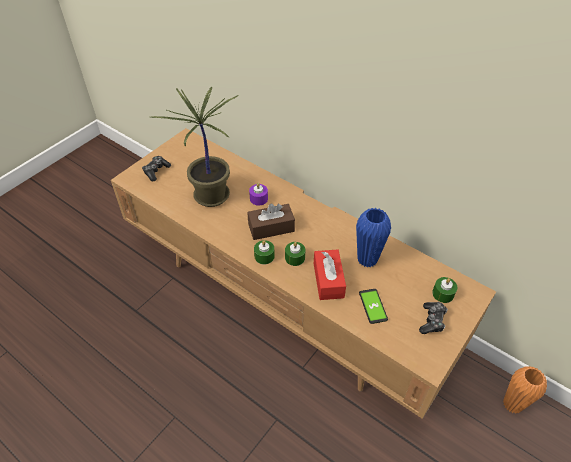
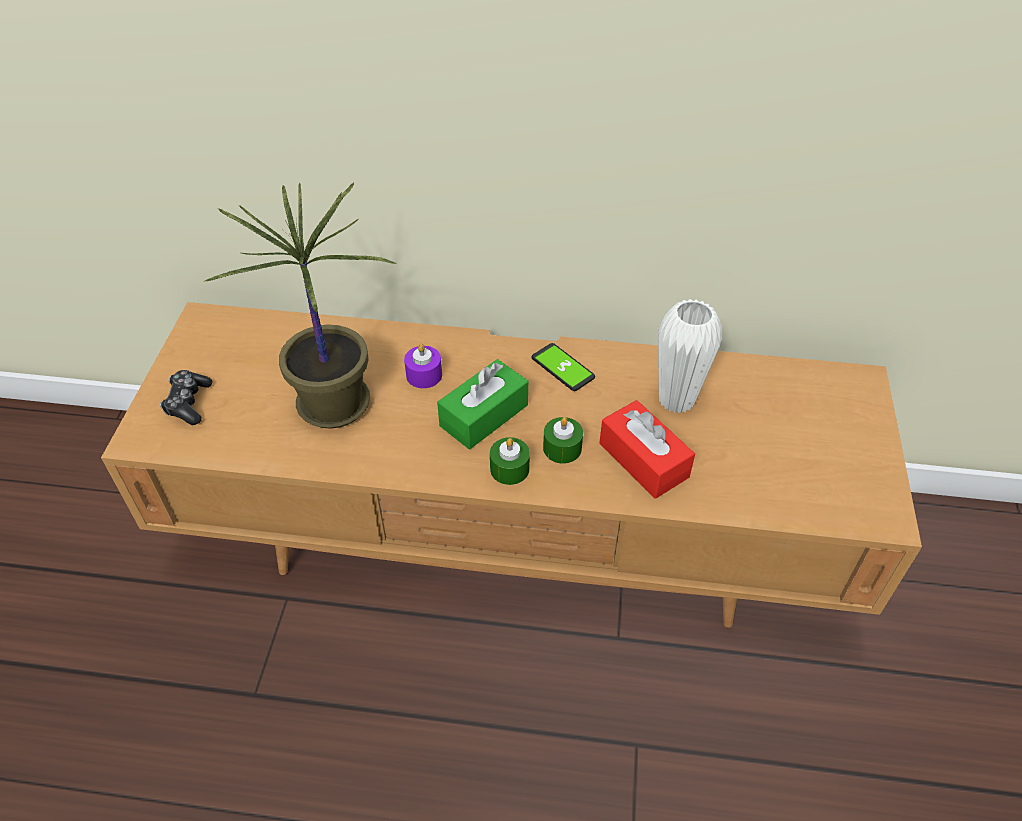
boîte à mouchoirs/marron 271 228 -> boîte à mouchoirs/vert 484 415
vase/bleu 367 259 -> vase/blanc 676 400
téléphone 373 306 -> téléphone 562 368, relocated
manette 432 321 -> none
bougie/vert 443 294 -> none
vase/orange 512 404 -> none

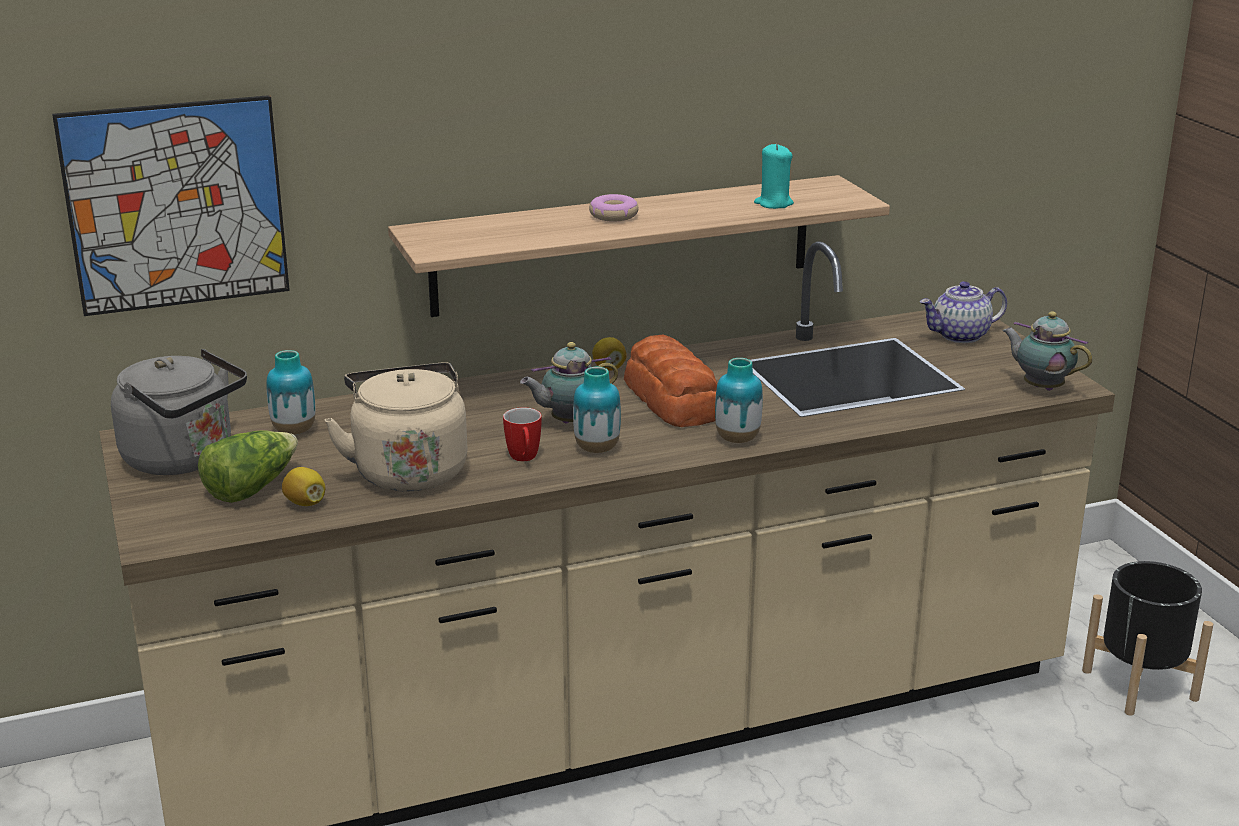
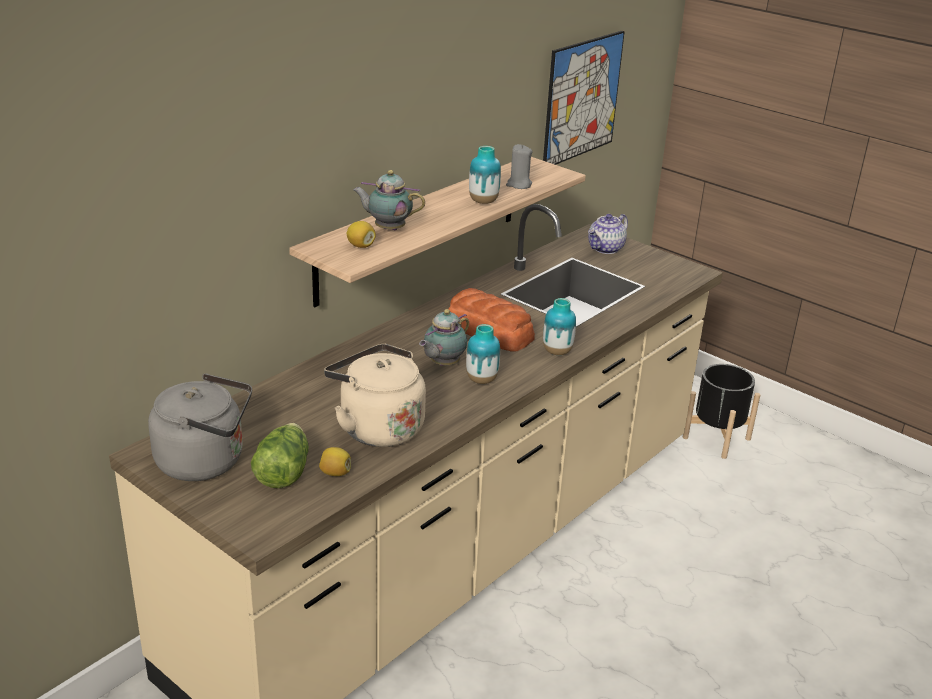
tableau 176 205 -> tableau 582 98, relocated
vase 294 431 -> vase 483 201, relocated
mug 524 459 -> none
beignet 613 215 -> none
citron 609 368 -> citron 361 246, relocated
bougie/turquoise 773 204 -> bougie/gris 518 185
théière 1040 387 -> théière 388 229, relocated

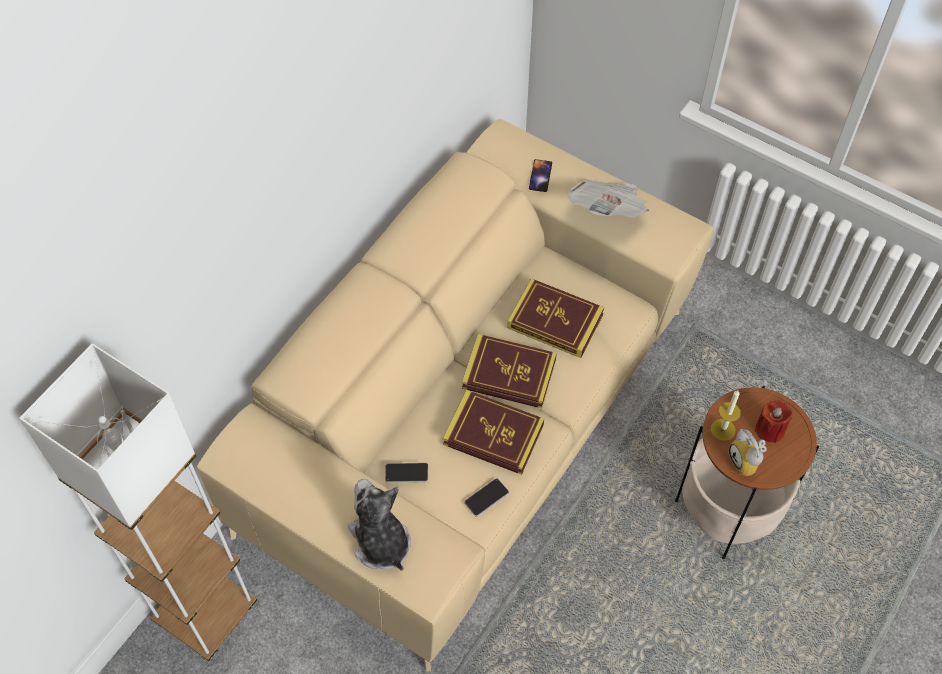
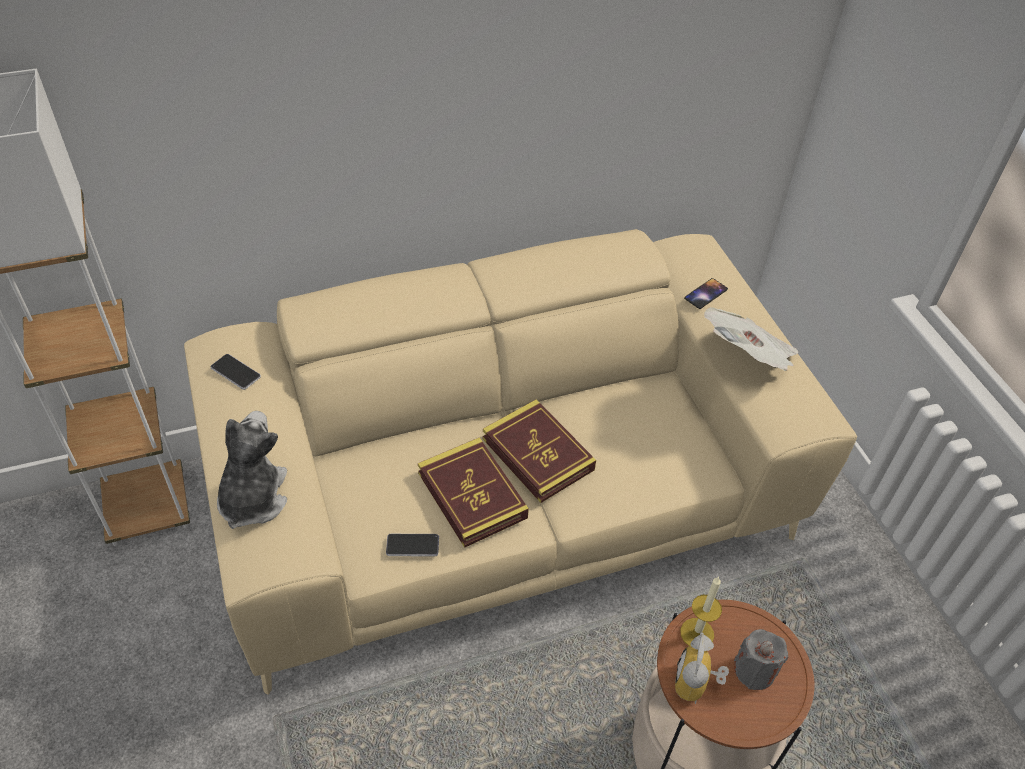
téléphone 406 473 -> téléphone 235 372, relocated
livre 555 321 -> none
bougie/rouge 770 429 -> bougie/gris 754 670

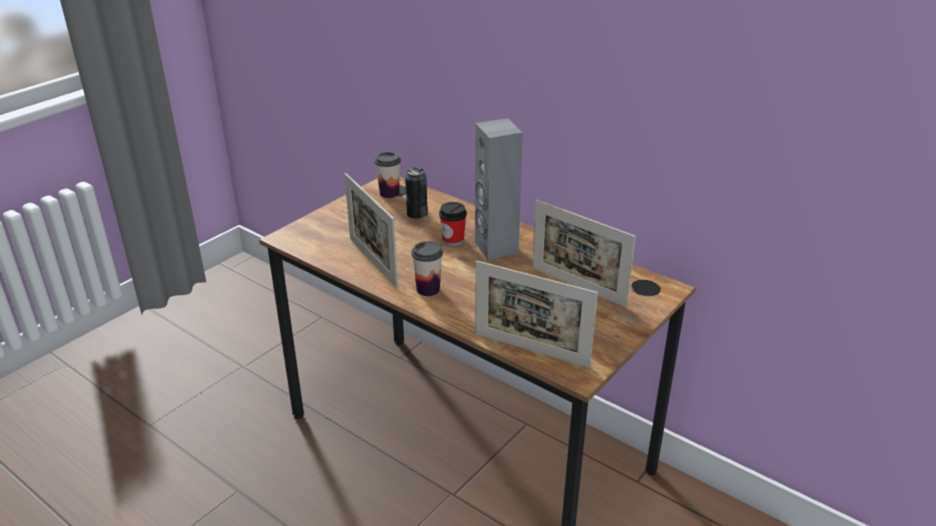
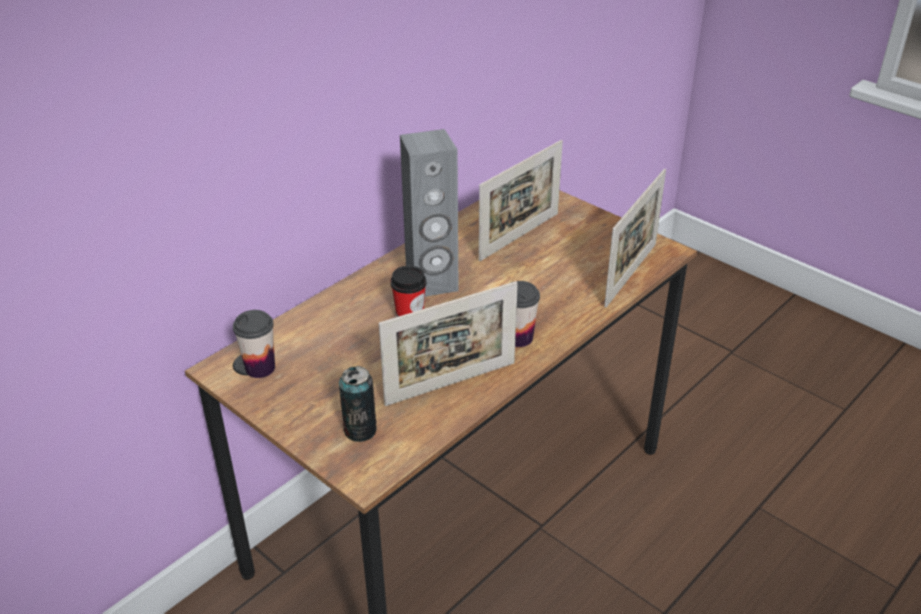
boîte métallique 417 214 -> boîte métallique 360 430, relocated

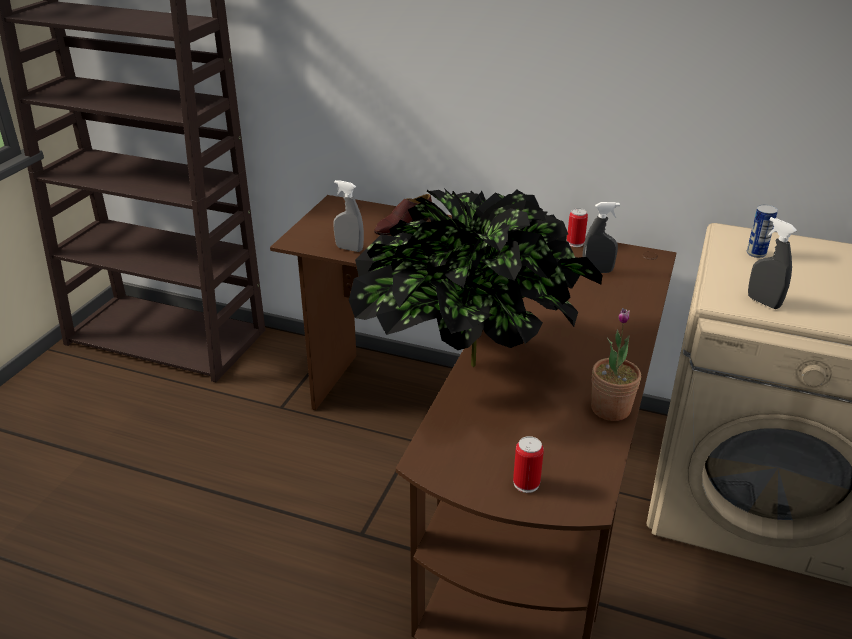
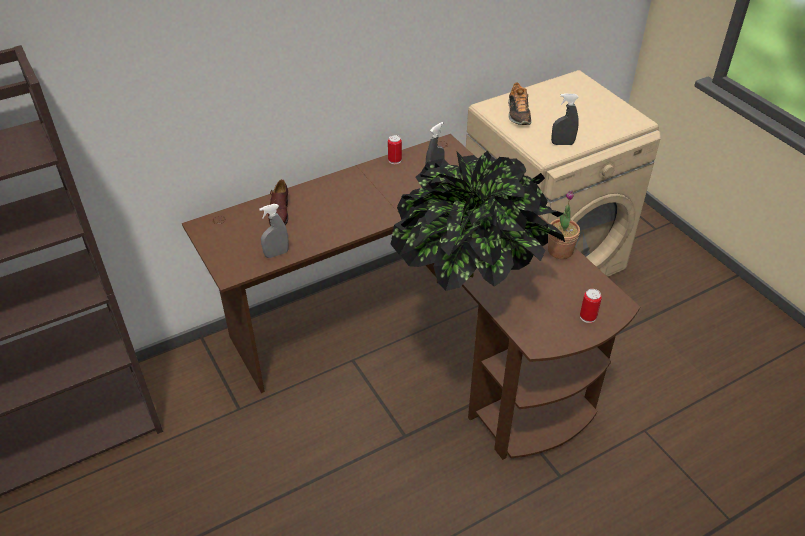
boîte métallique 756 253 -> chaussure 518 114

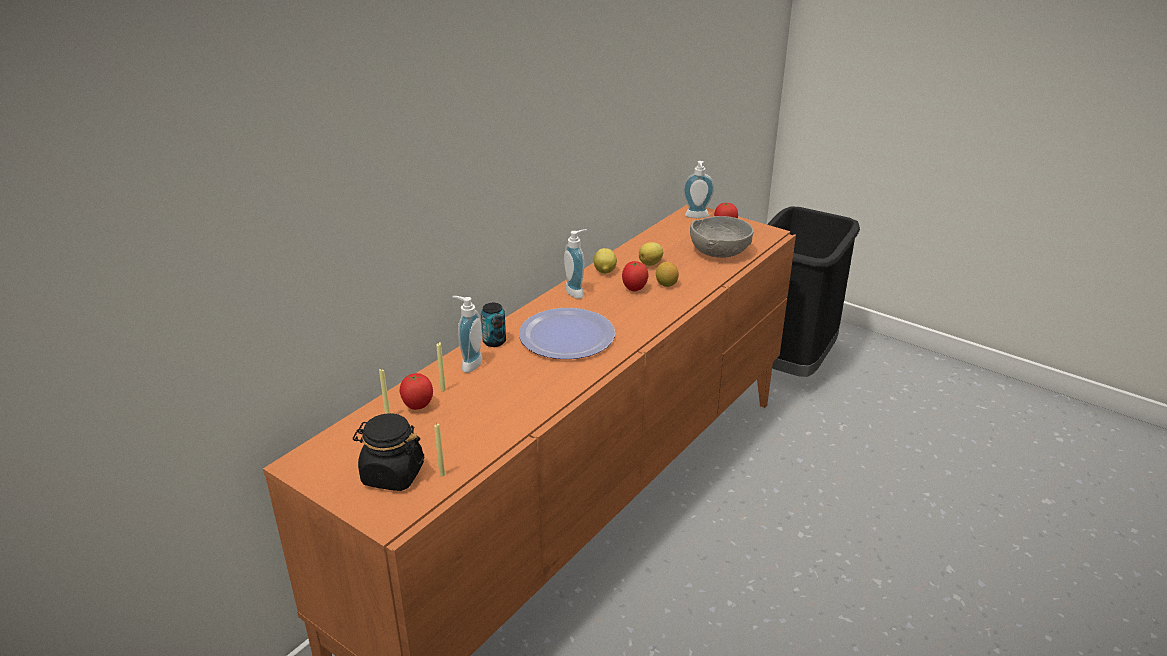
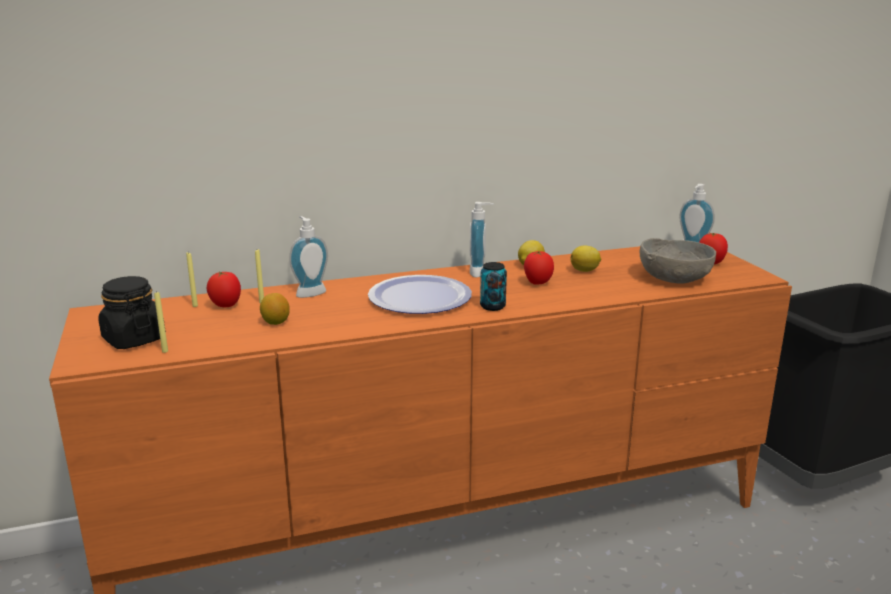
boîte métallique 494 341 -> boîte métallique 492 306, relocated
citron 666 284 -> citron 275 322, relocated

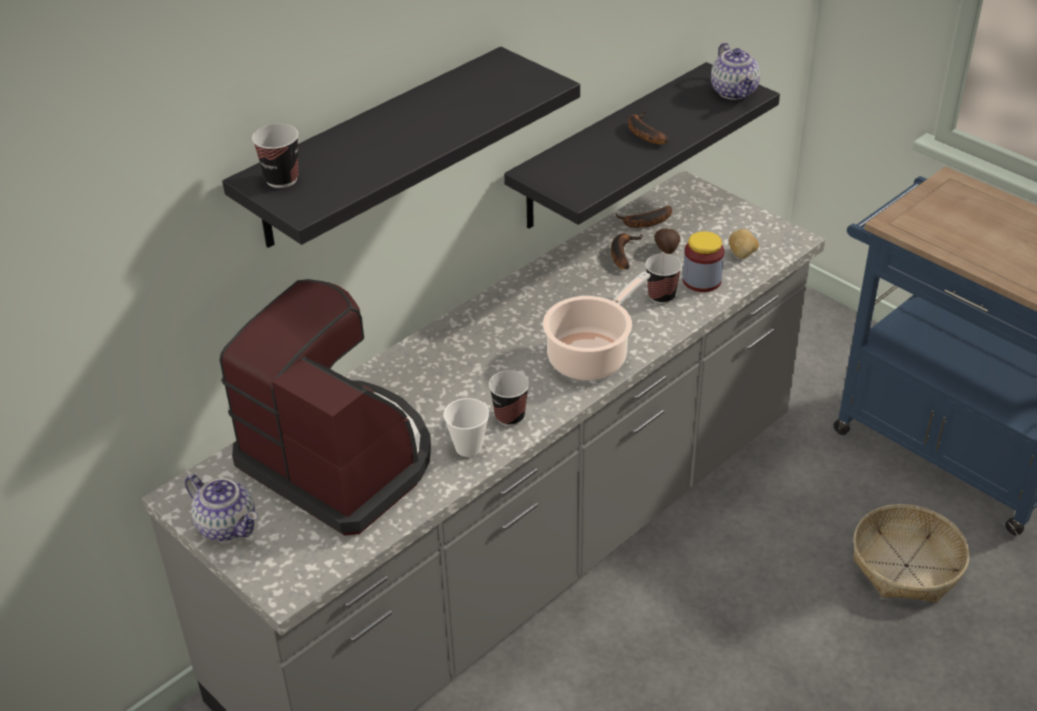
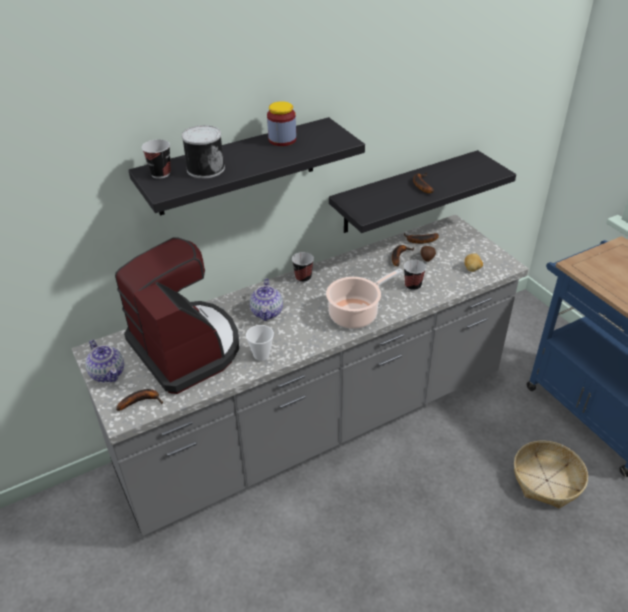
tasse 510 417 -> tasse 303 278, relocated
bocal 701 280 -> bocal 282 140, relocated
théière 734 92 -> théière 267 312, relocated
none -> banane 141 401
none -> boîte métallique 205 168

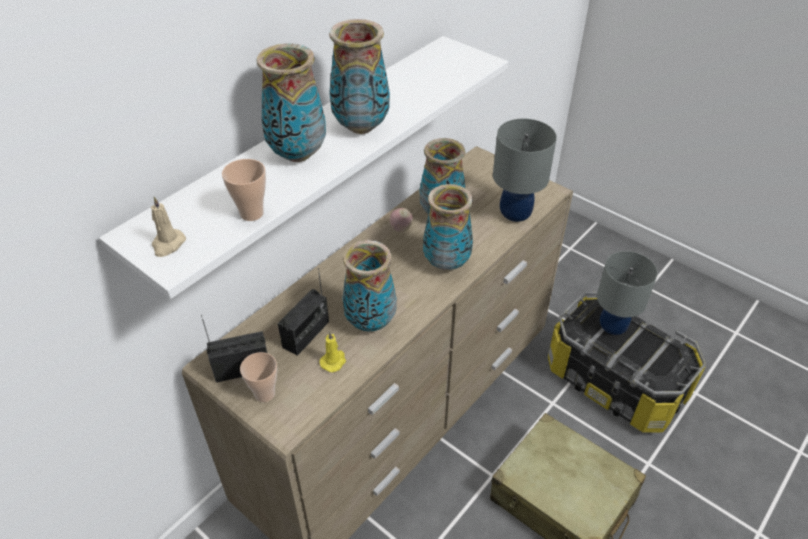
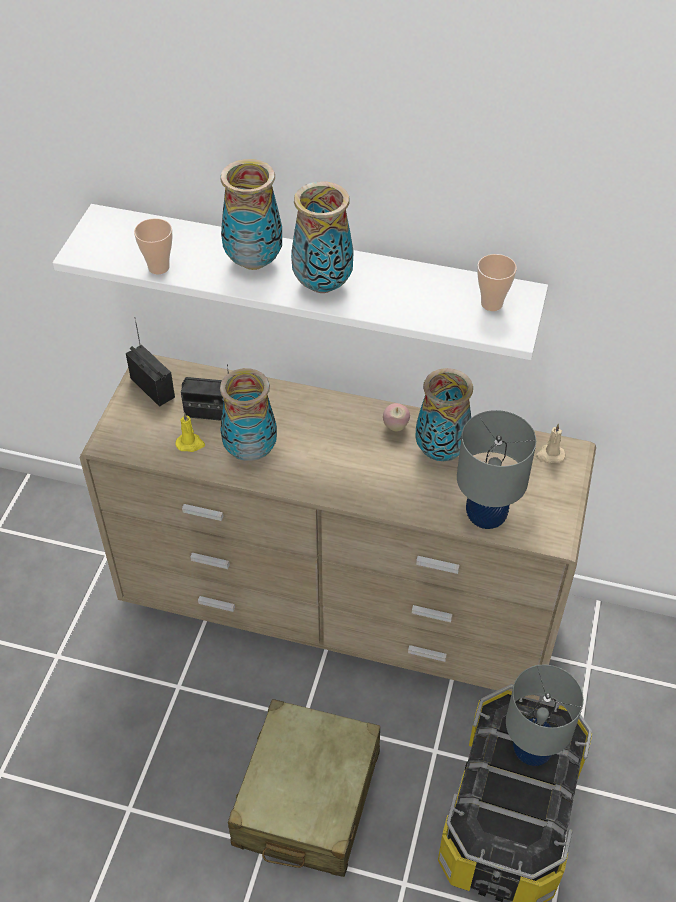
bougie/beige 168 244 -> bougie/beige 550 455, relocated
tasse 264 394 -> tasse 491 304, relocated
vase 446 263 -> none

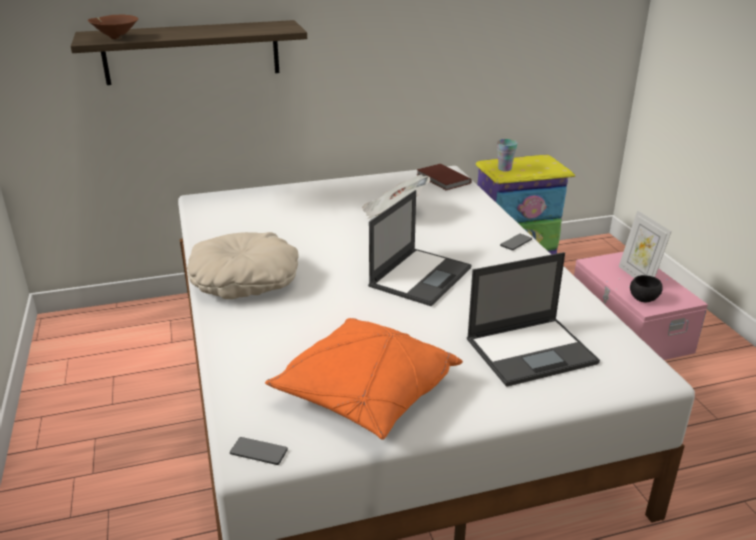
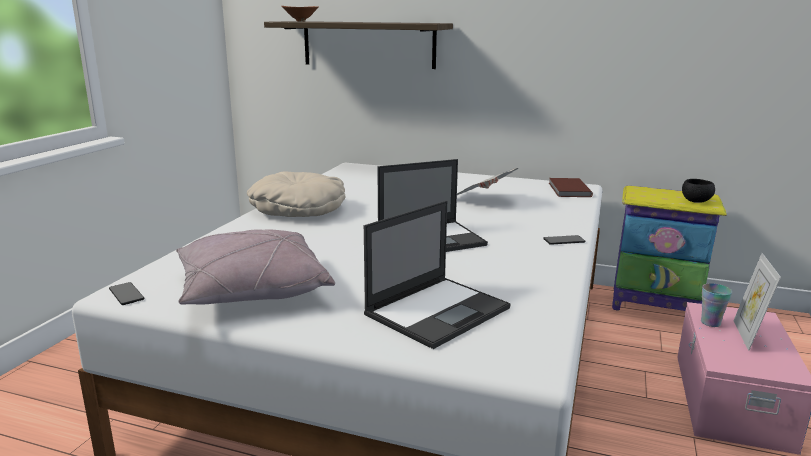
coussin/orange 365 394 -> coussin/violet 252 290
ordinateur portable 532 351 -> ordinateur portable 438 310, 60 degrees counterclockwise
tasse 504 169 -> tasse 710 323, relocated
bol/noir 643 299 -> bol/noir 696 201, relocated

